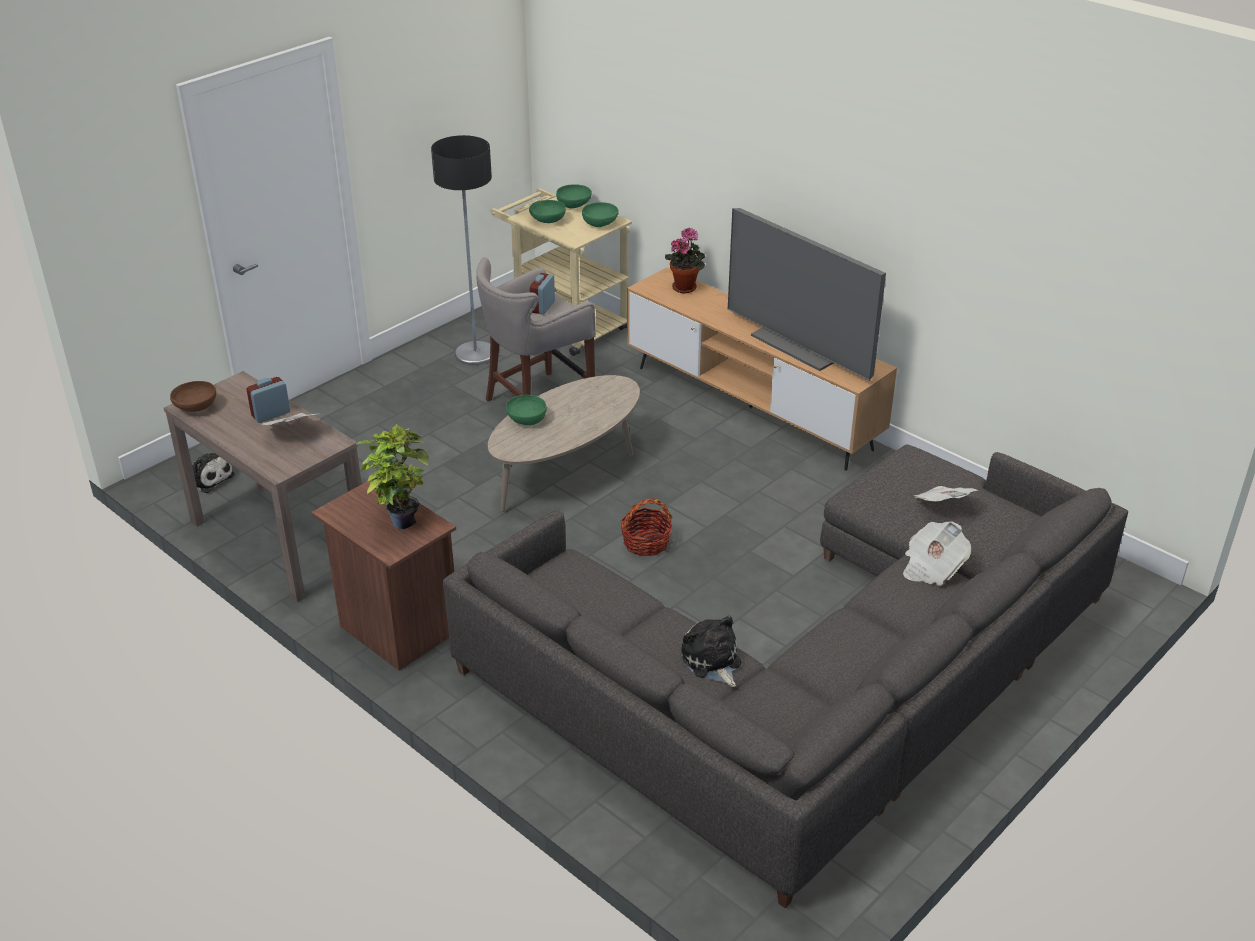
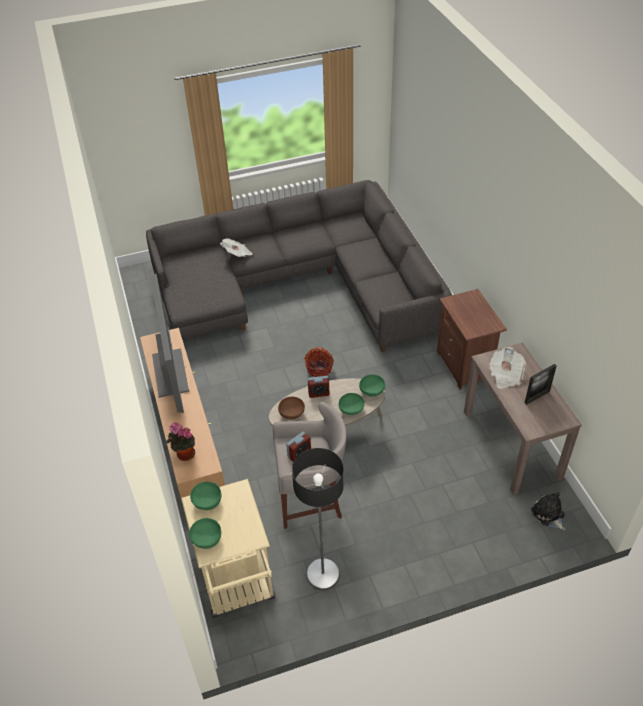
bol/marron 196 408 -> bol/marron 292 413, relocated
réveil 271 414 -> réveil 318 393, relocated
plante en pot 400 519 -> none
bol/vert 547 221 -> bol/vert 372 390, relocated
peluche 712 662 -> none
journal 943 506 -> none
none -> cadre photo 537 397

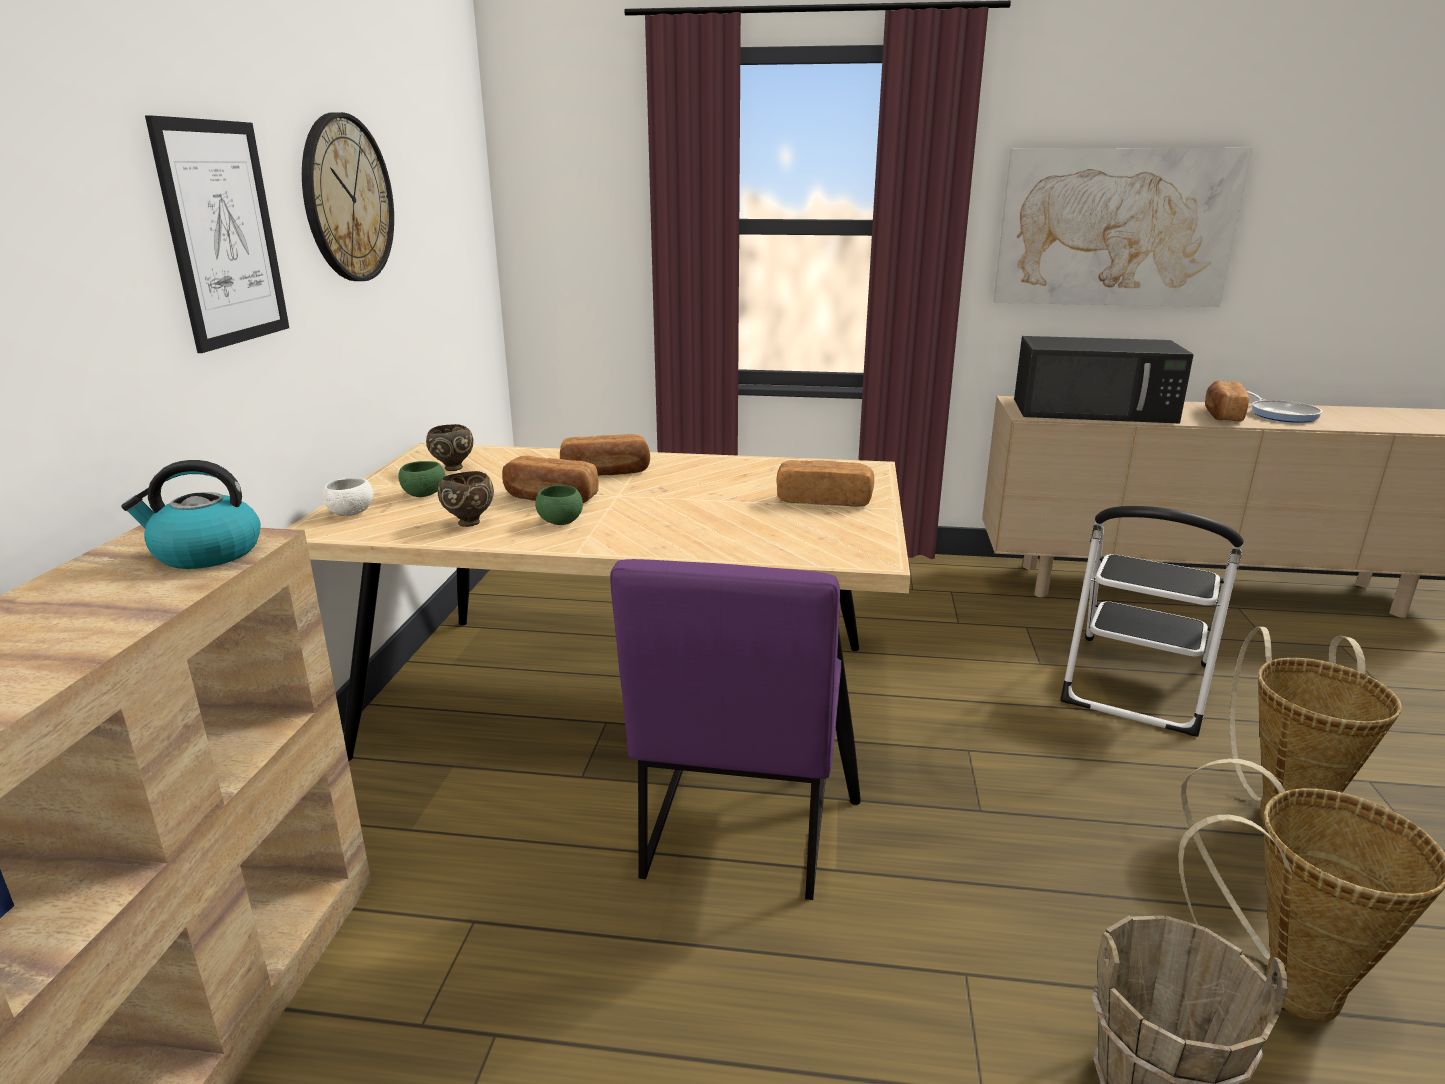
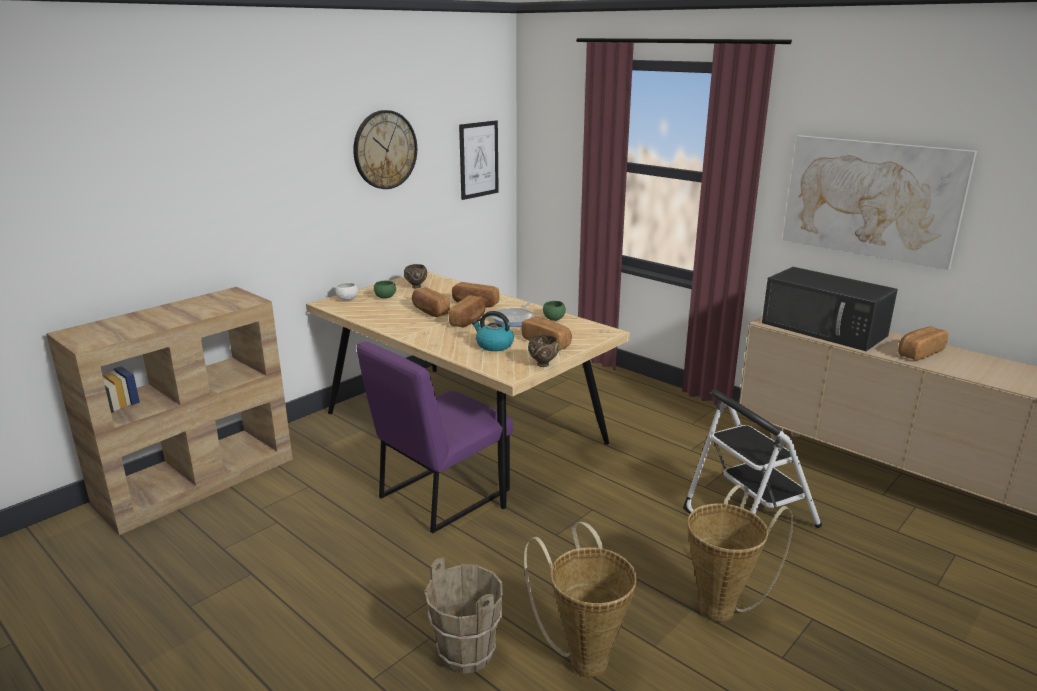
bouilloire 206 553 -> bouilloire 494 345, relocated
tableau 223 234 -> tableau 479 159, relocated
bol/marron 469 522 -> bol/marron 543 364, relocated
bol/vert 560 522 -> bol/vert 554 319, relocated
poêle 1281 414 -> poêle 514 319, relocated
none -> pain 469 320

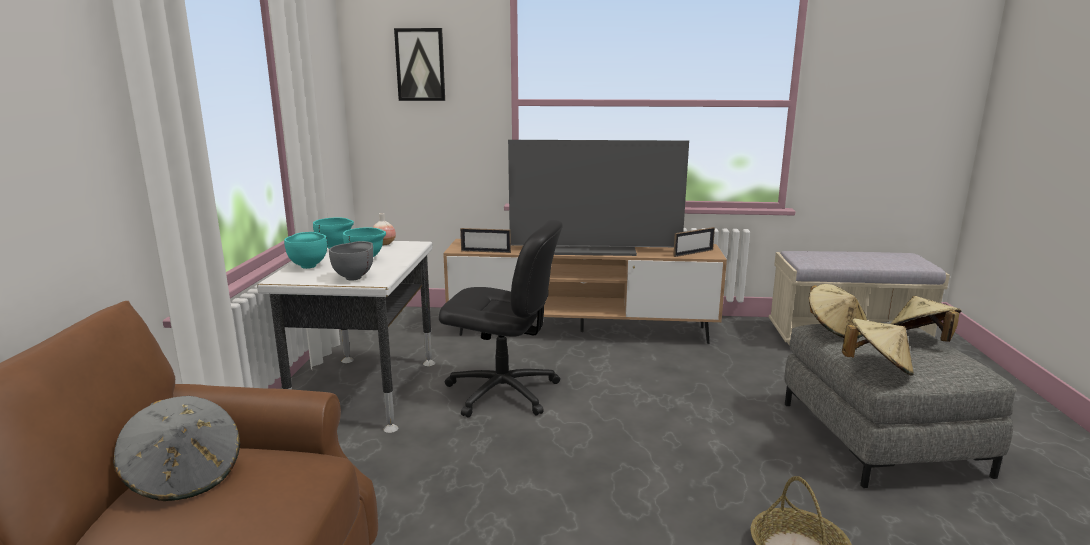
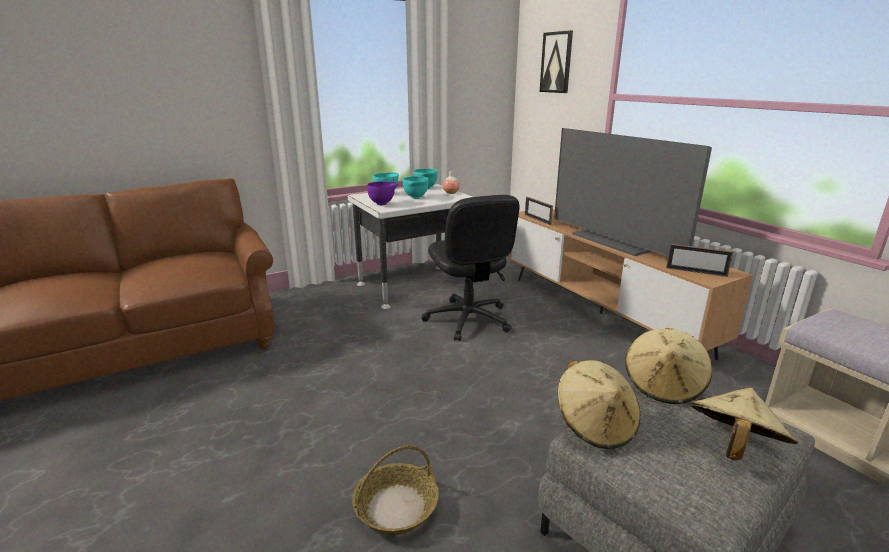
chapeau/gris 185 476 -> none
bol/gris 355 277 -> bol/violet 383 204

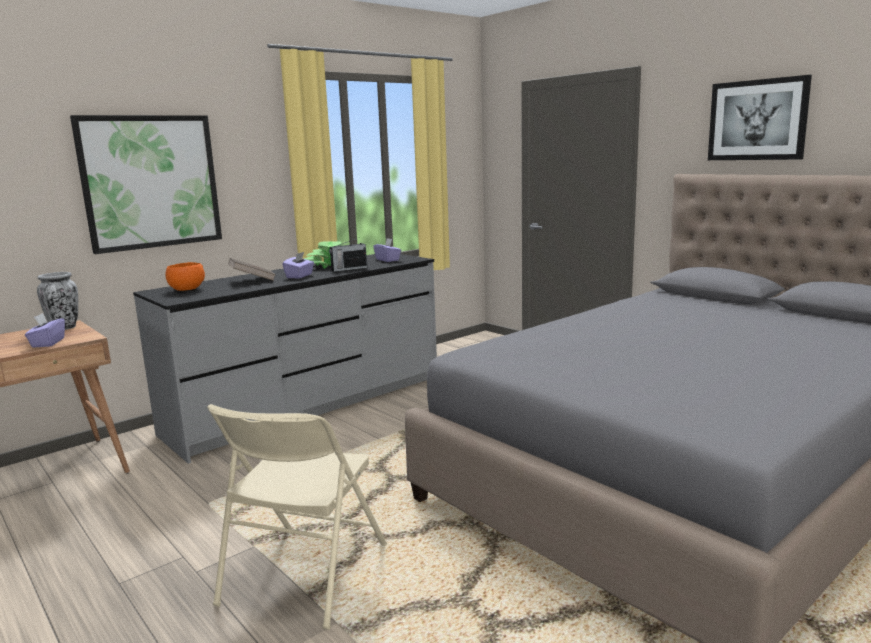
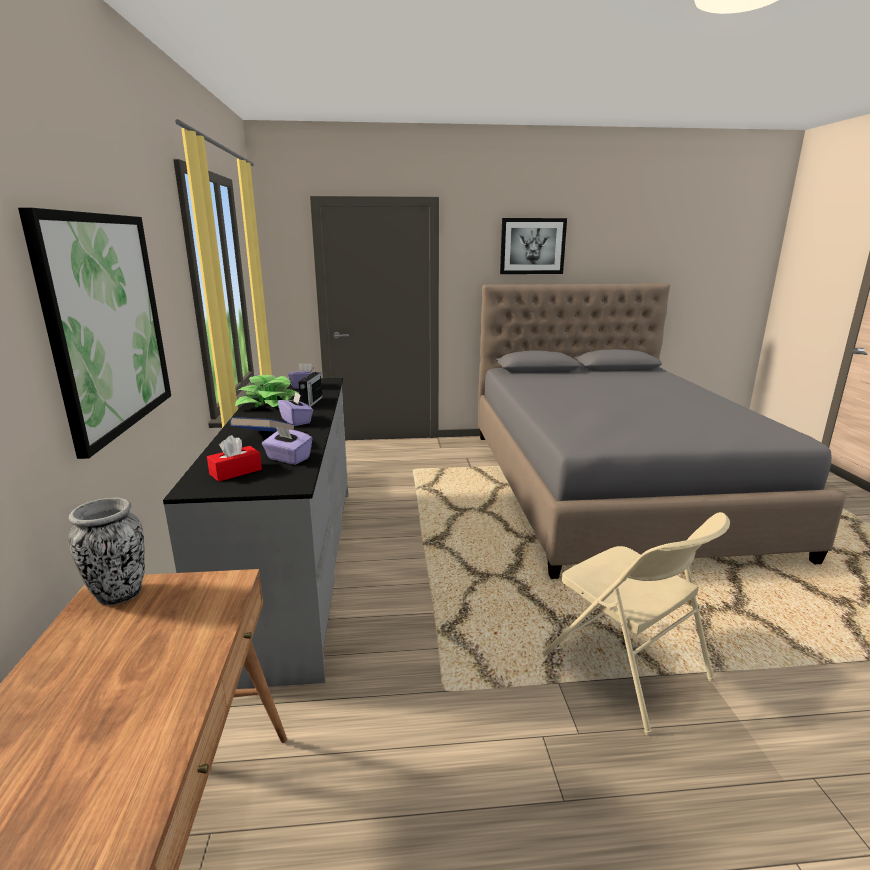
boîte à mouchoirs/violet 47 343 -> boîte à mouchoirs/violet 288 459, relocated
bol/orange 186 290 -> boîte à mouchoirs/rouge 235 472
livre/marron 253 280 -> livre/bleu 264 438

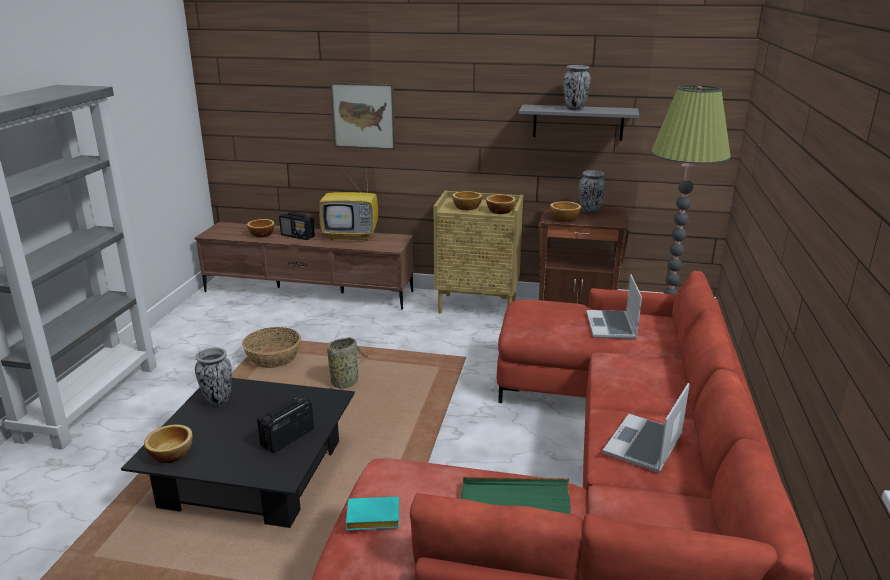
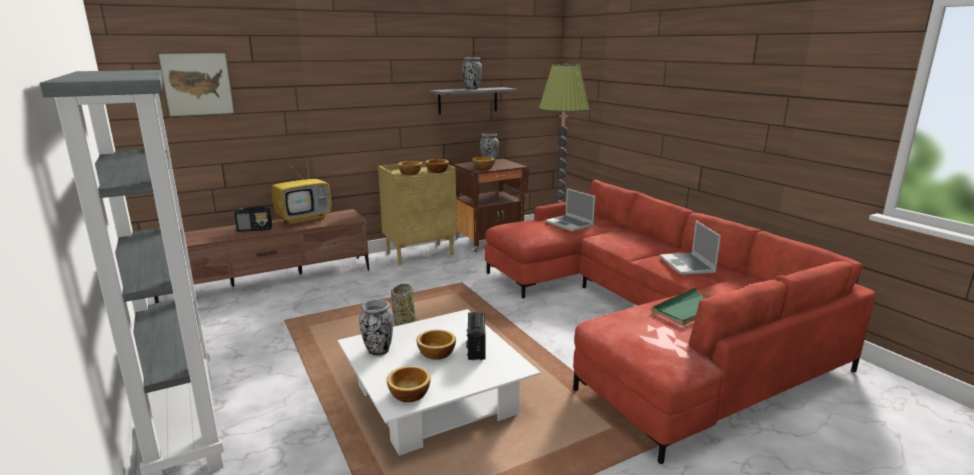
table basse/noir 254 474 -> table basse/blanc 436 400
panier 273 358 -> none
bol 261 234 -> bol 435 353, relocated
tableau 363 116 -> tableau 197 84, relocated
livre/turquoise 371 519 -> none

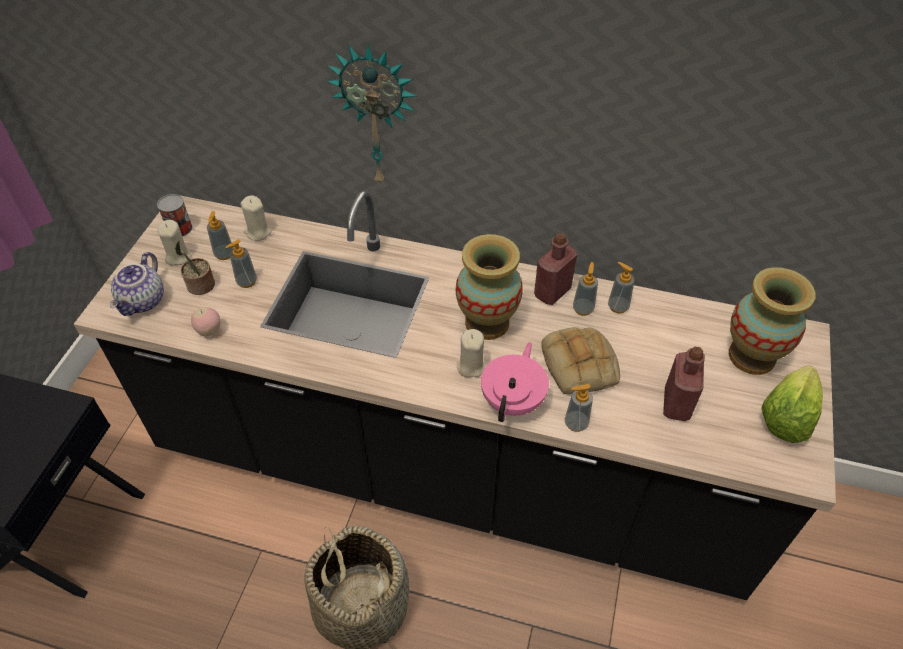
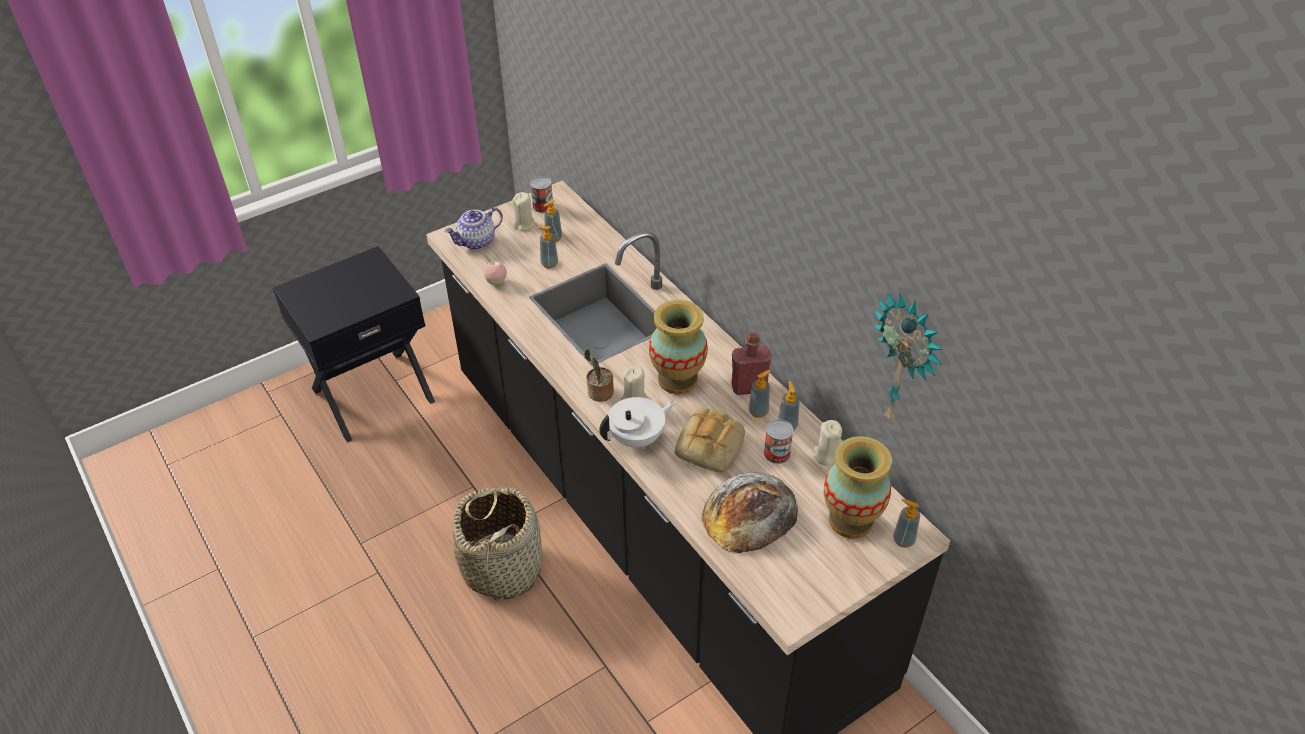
plante en pot 200 286 -> plante en pot 599 393, relocated
bougie/beige 258 232 -> bougie/beige 826 455, relocated
horloge murale 376 116 -> horloge murale 906 361, relocated
théière/rose 513 401 -> théière/blanc 638 438
distributeur de savon 576 423 -> distributeur de savon 903 540, relocated
bouteille/rouge 676 404 -> pain 750 512
laitue 786 417 -> none
none -> boîte métallique 777 453

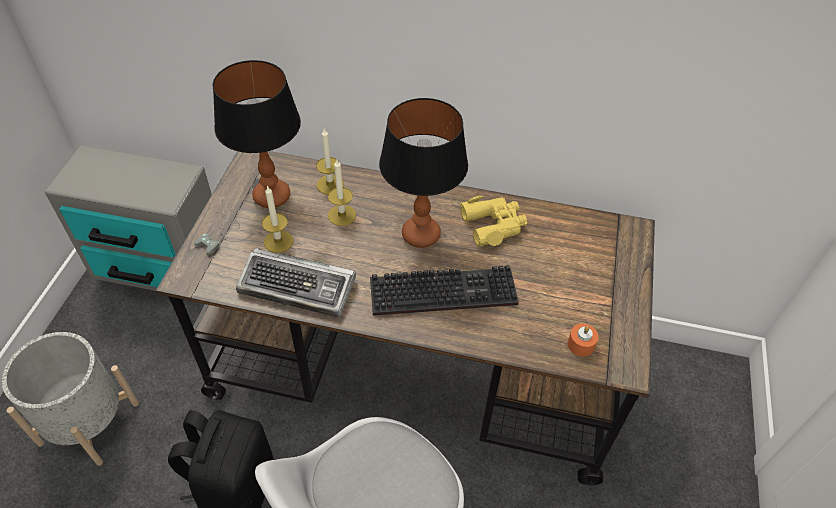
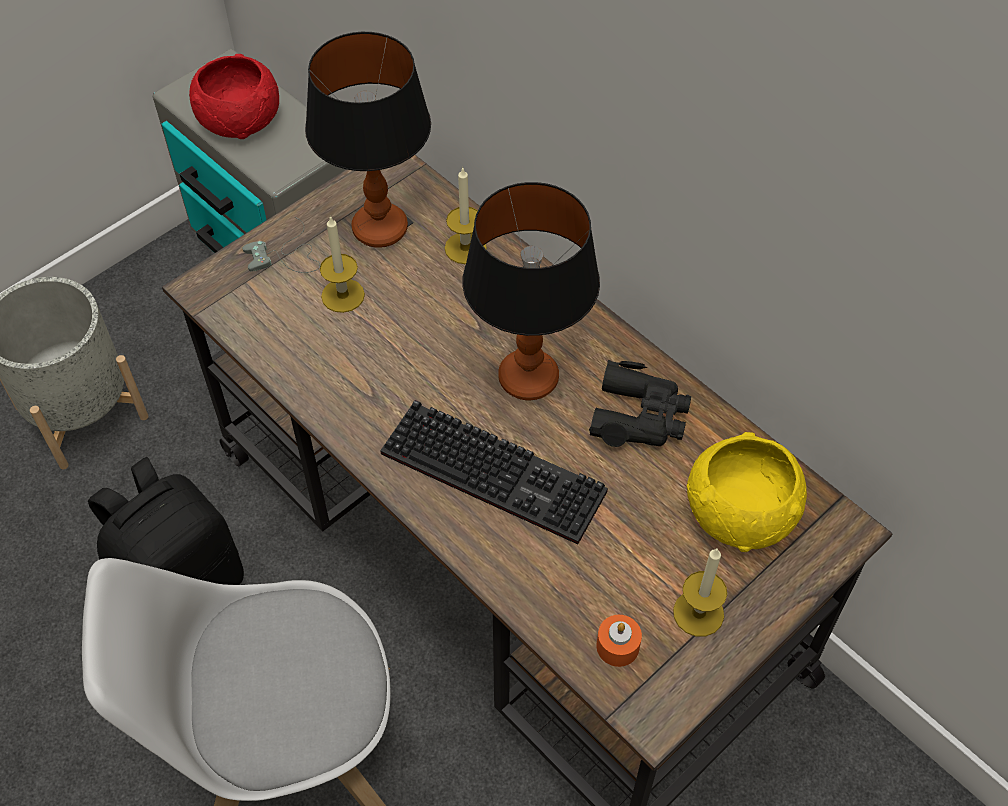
clavier 299 287 -> none
bougie 342 215 -> bougie 698 613, relocated
jumelles/jaune 493 225 -> jumelles/noir 640 415
none -> bol/rouge 240 119
none -> bol/jaune 740 511

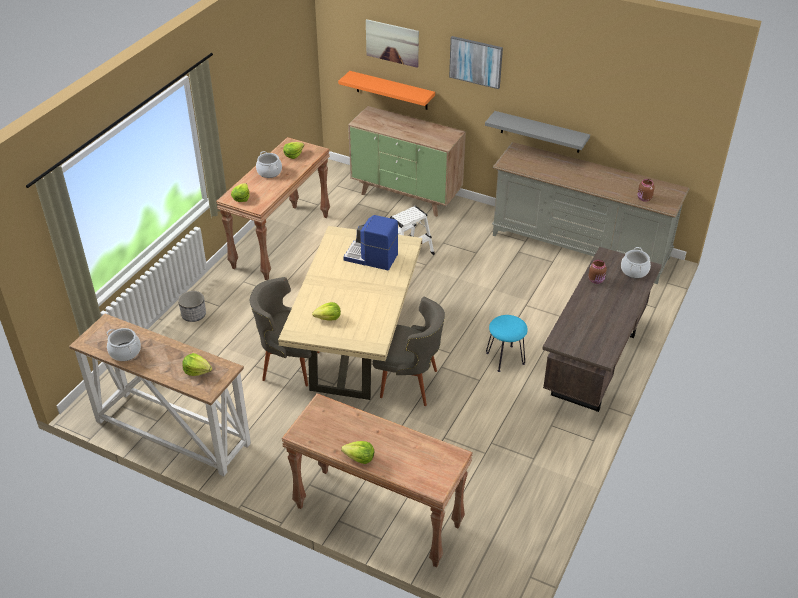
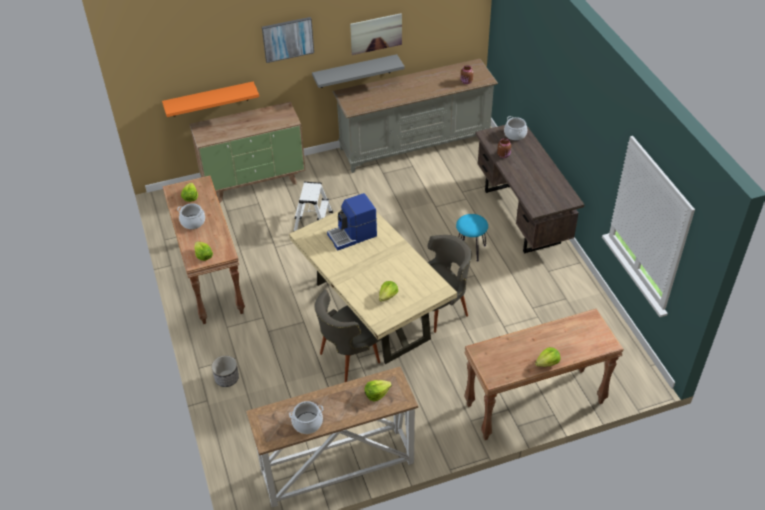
tableau 392 43 -> tableau 376 33, relocated

